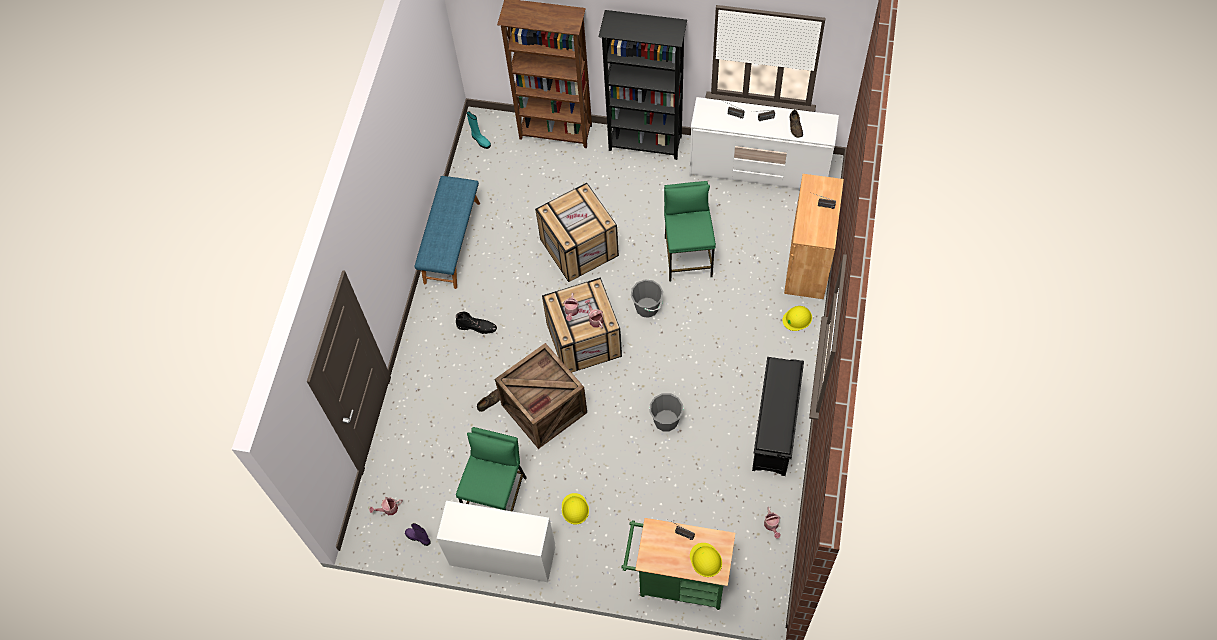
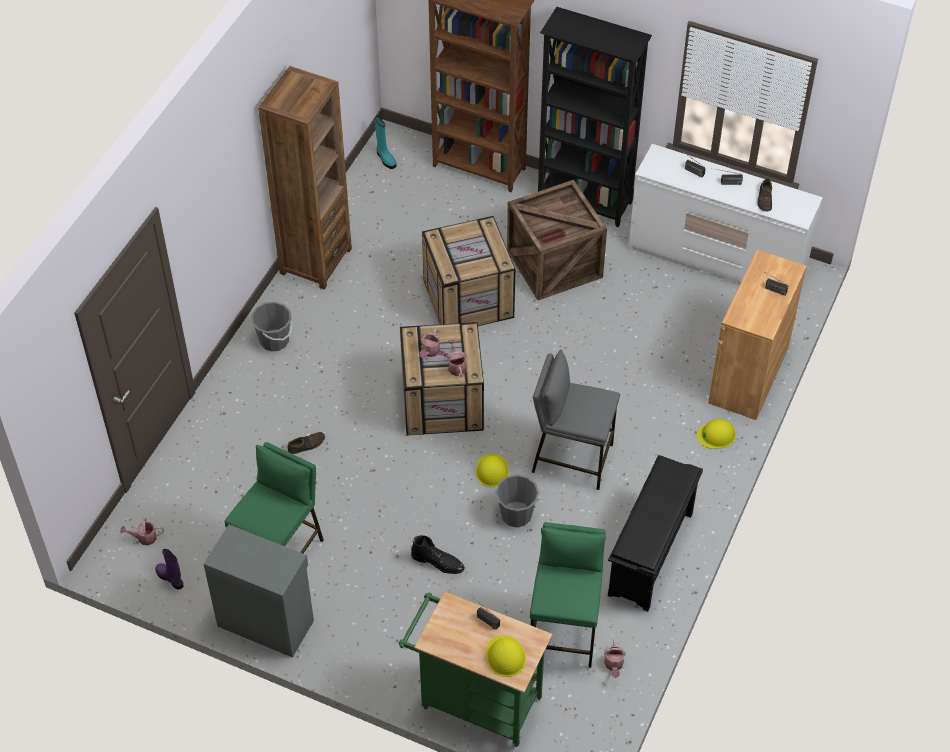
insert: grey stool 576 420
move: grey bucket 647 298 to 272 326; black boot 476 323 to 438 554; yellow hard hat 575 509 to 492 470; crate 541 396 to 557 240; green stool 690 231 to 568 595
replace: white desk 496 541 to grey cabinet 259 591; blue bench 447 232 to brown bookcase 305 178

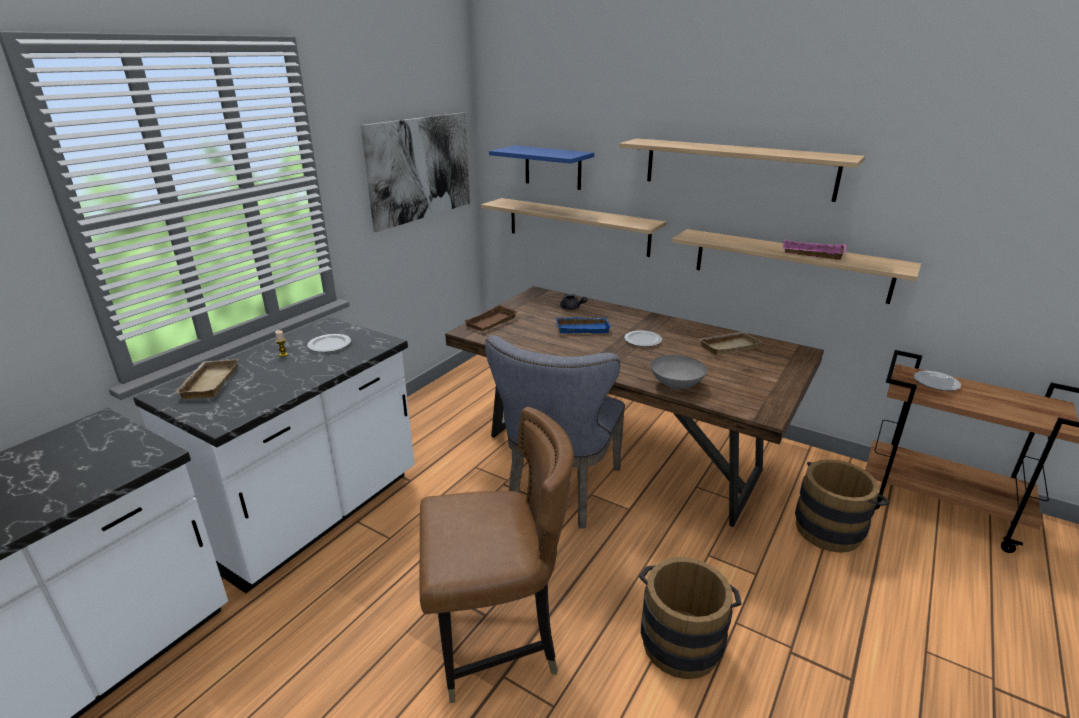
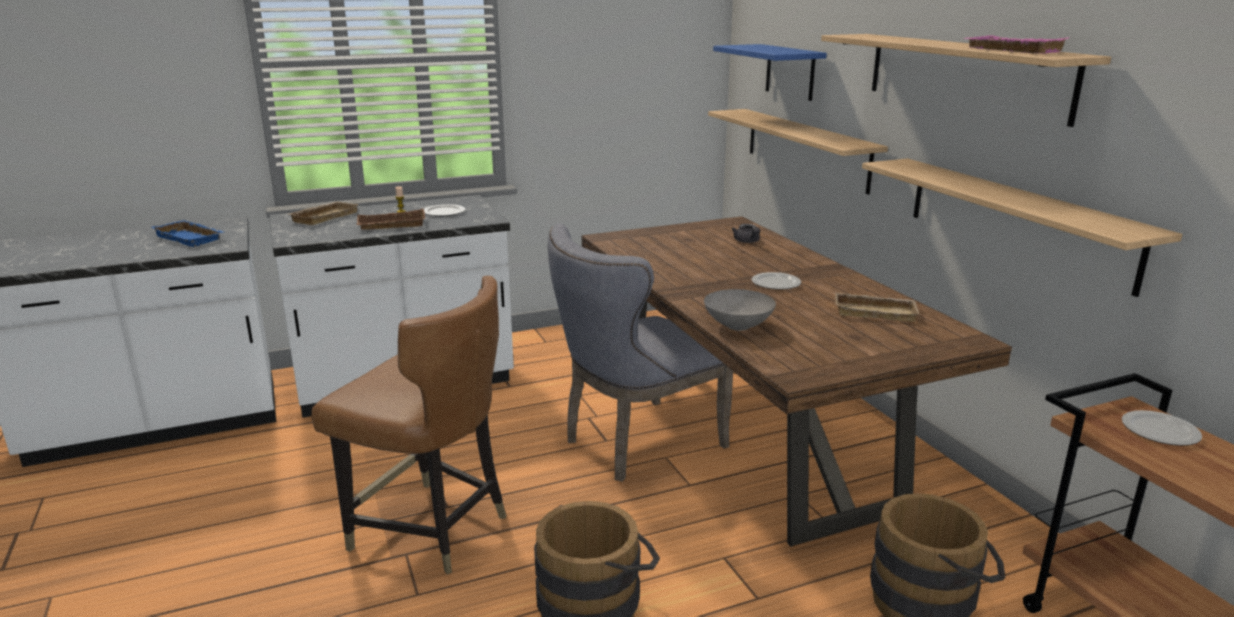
delete: picture 415 172
move: blue tray 583 325 to 187 233; brown tray 491 318 to 391 219; pink tray 814 250 to 1016 44

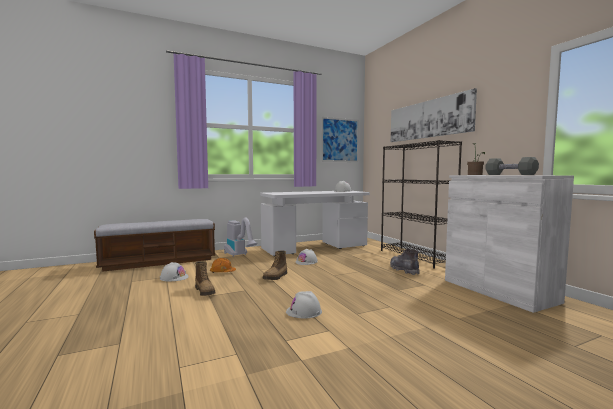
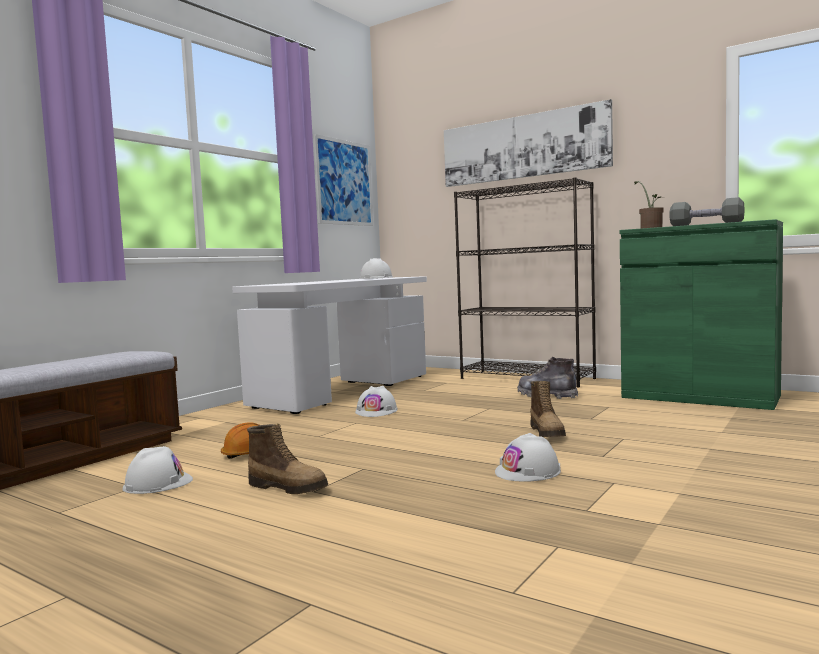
delete: vacuum cleaner 241 237
move: boot 274 265 to 548 409
recolor: white cabinet 509 244 to green cabinet 701 314

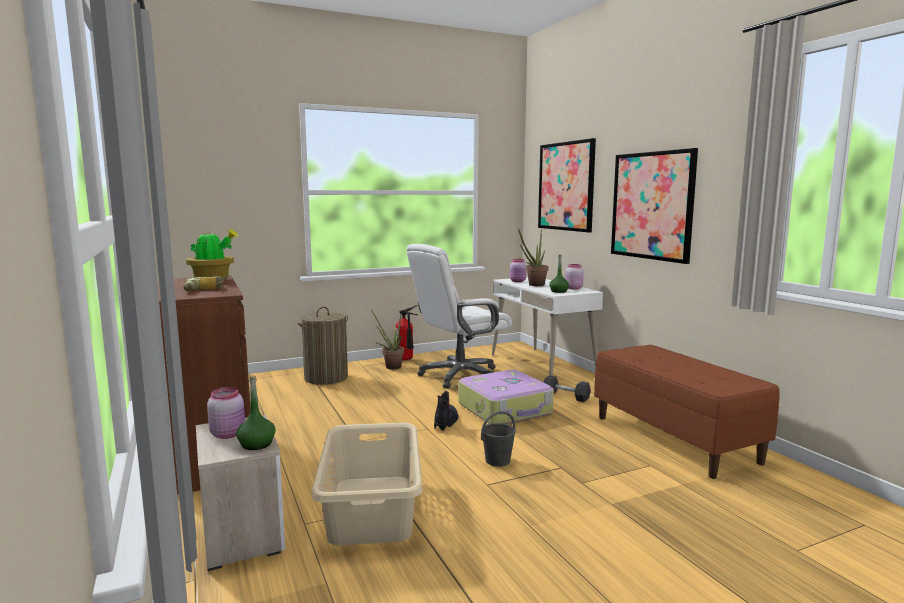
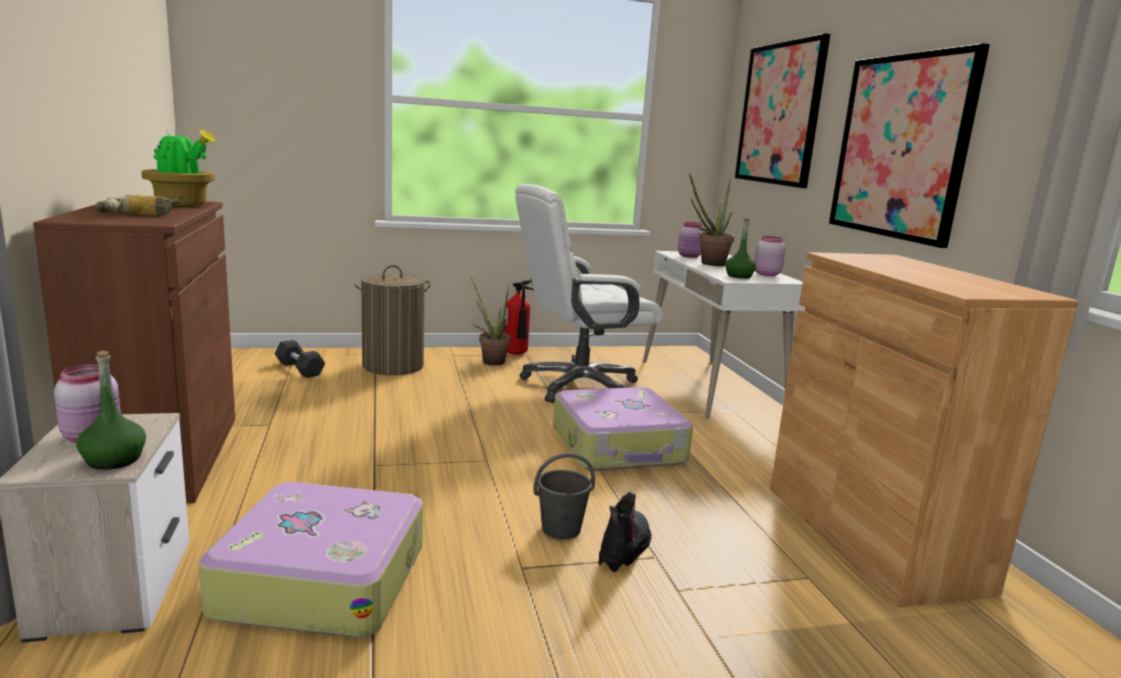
move: grey dumbbell 567 388 to 299 359; boot 446 411 to 625 532
replace: beige laundry basket 367 484 to suitcase 311 560; brown bench 687 412 to brown cabinet 924 429

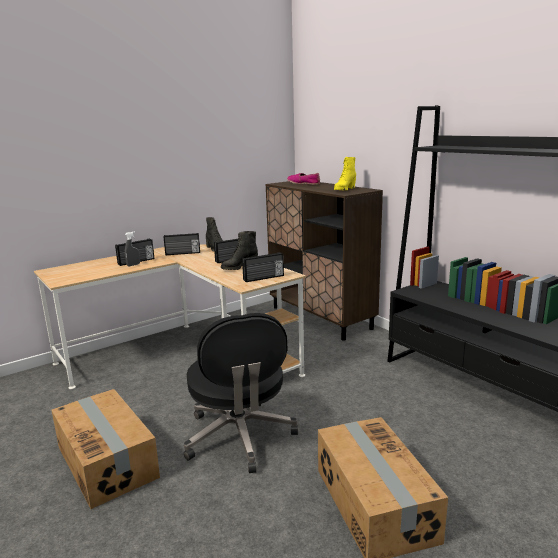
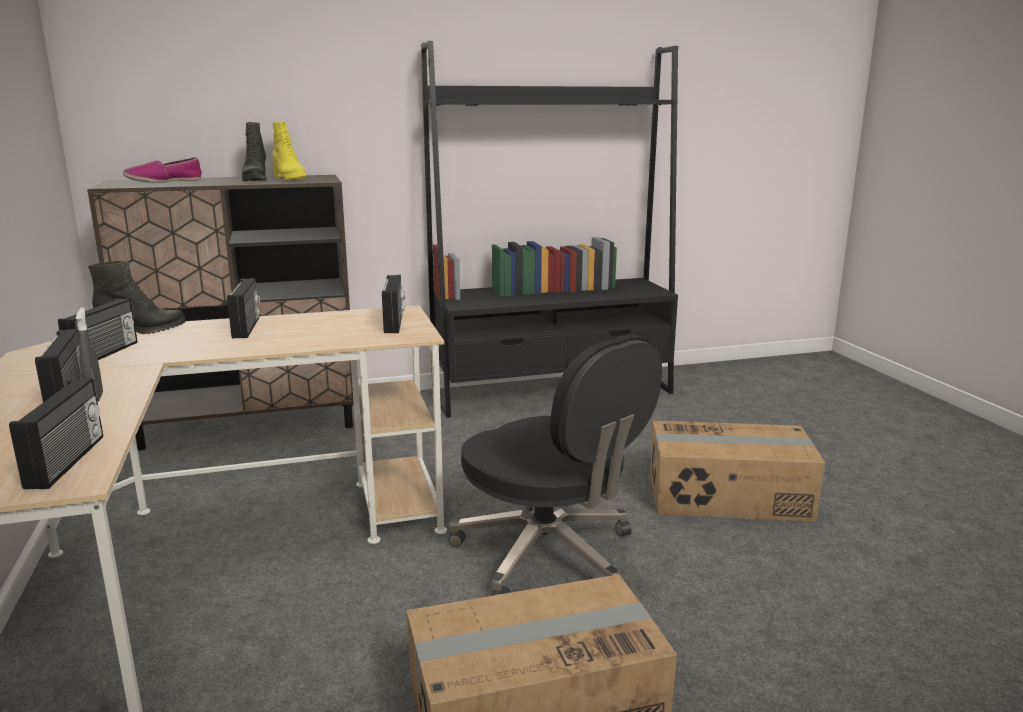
insert: radio 56 433
move: black boot 239 250 to 254 151
rotate: black office chair 241 393 = 555 465 45 degrees clockwise

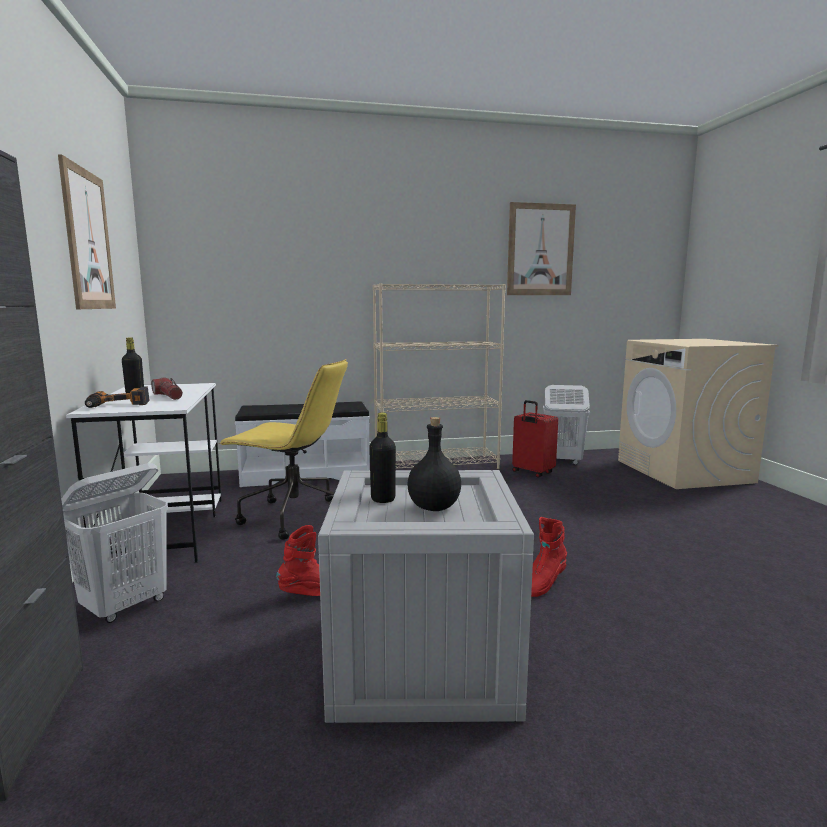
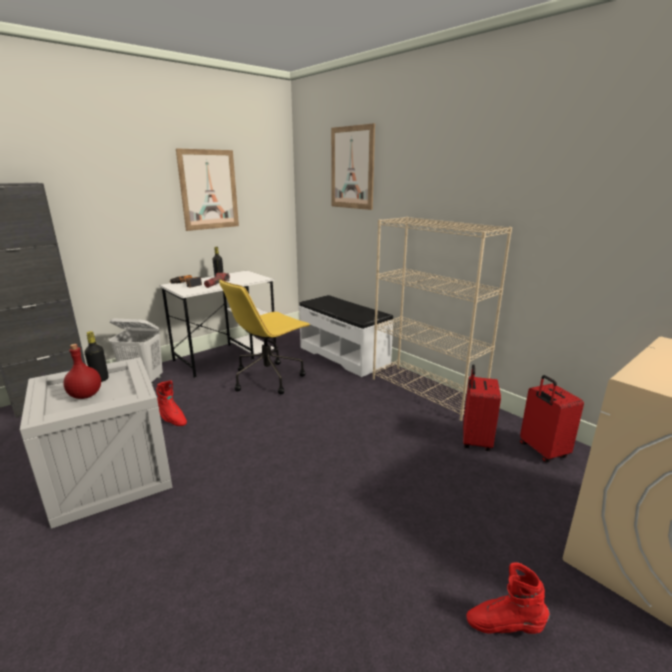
move: picture 541 248 to 353 166; red boot 549 557 to 508 598
replace: white laundry basket 566 425 to red suitcase 552 418
recolor: black bottle 434 464 to red bottle 82 371
rotate: yellow office chair 283 449 = 264 336 60 degrees clockwise

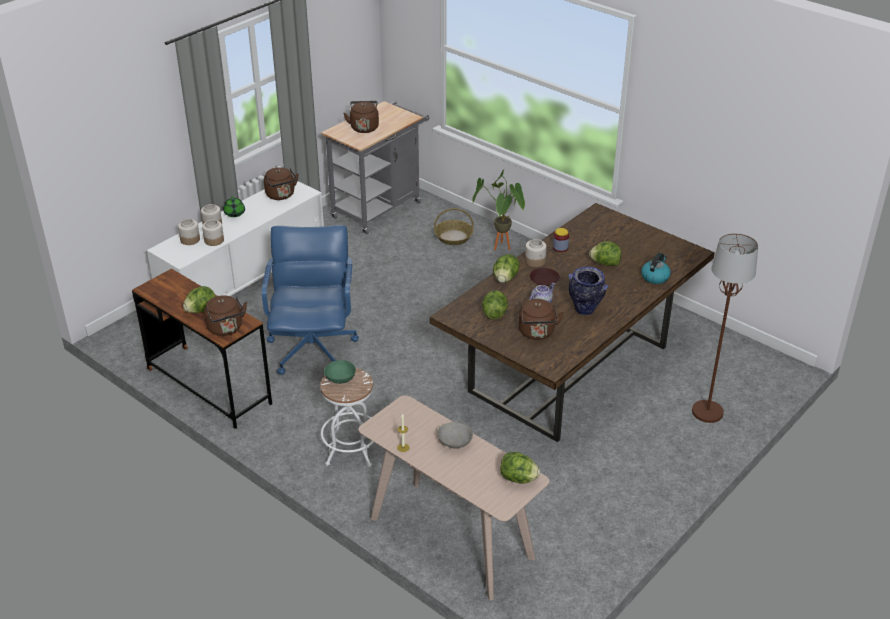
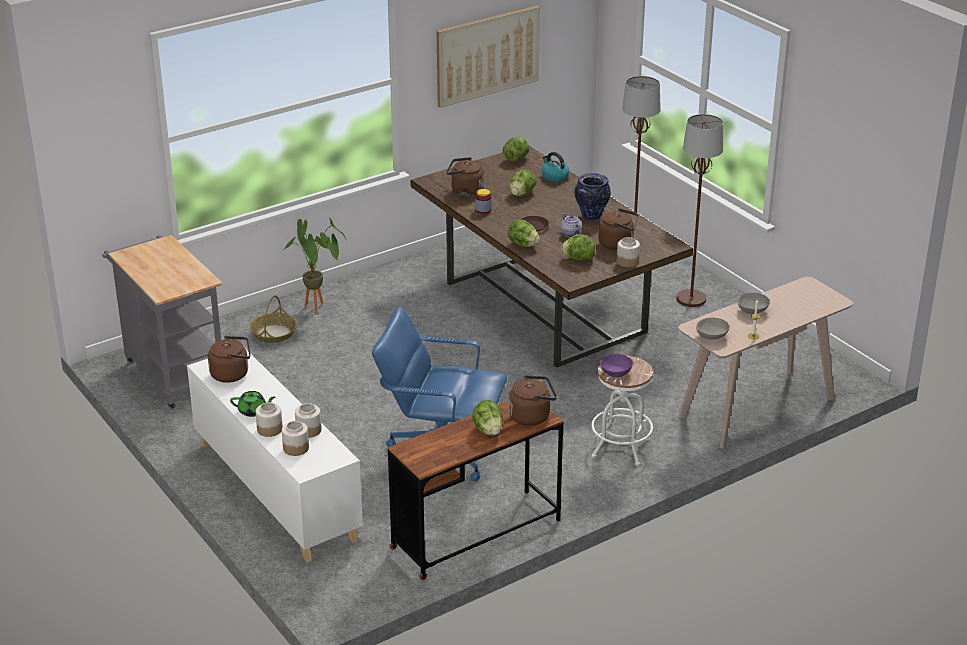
insert: picture 488 56; brown floor lamp 699 210; grey bowl 712 328
move: brown kettle 361 117 to 465 176; lettuce 520 468 to 516 149; jar 536 253 to 628 252
recolor: green bowl 340 372 to purple bowl 616 365

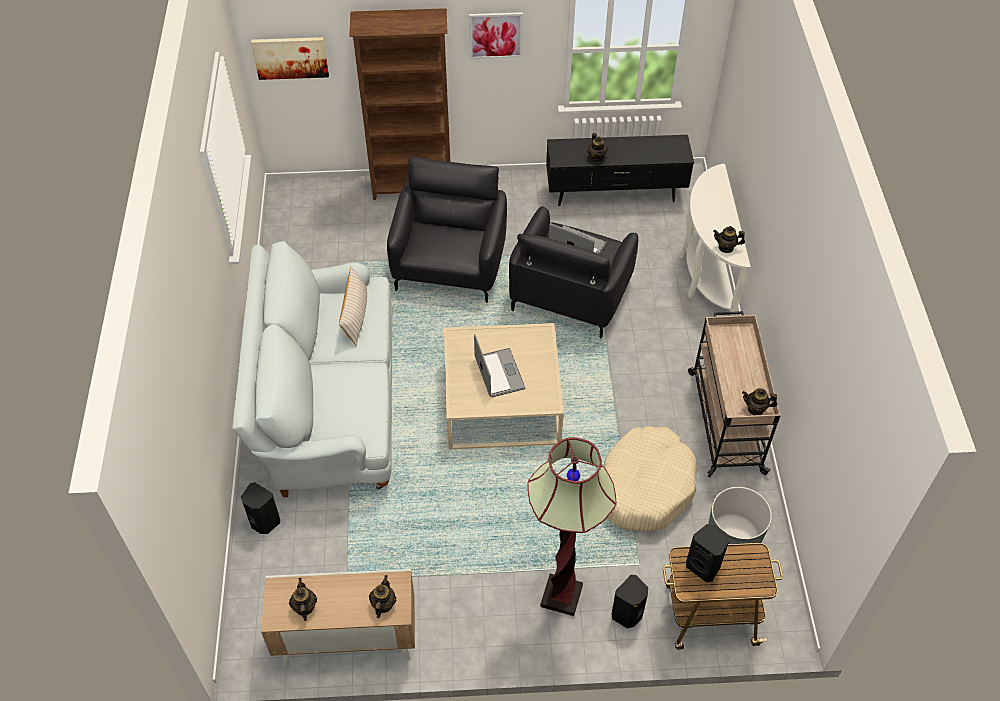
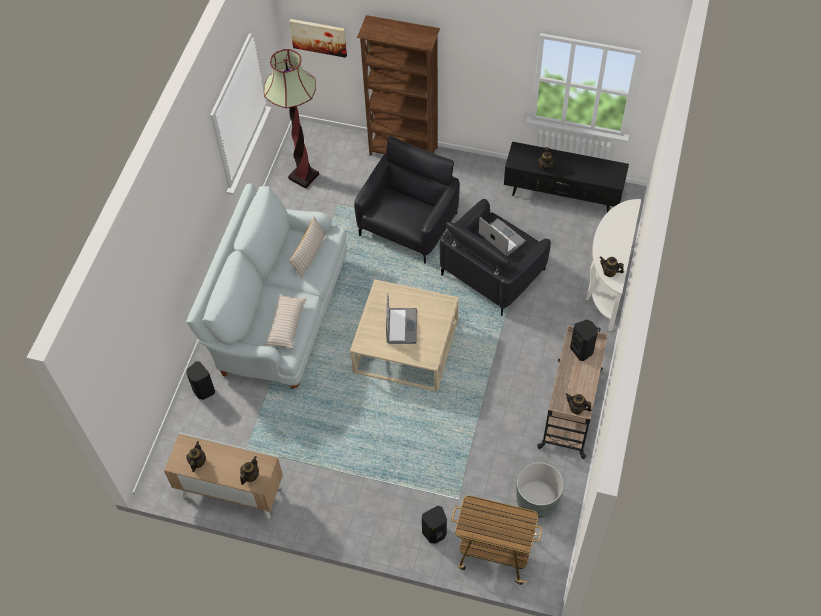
delete: picture 496 35; beige dog bed 650 478
insert: beige pillow 286 322
move: floor lamp 572 526 to 291 119; black speaker 707 553 to 584 340

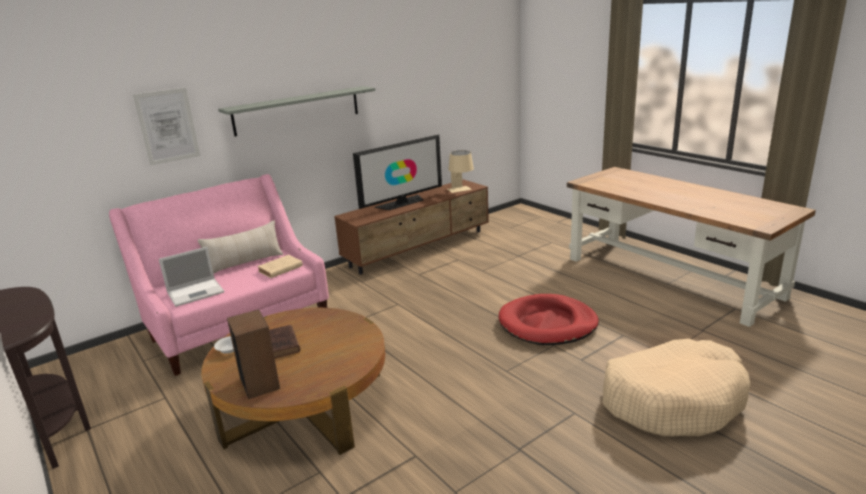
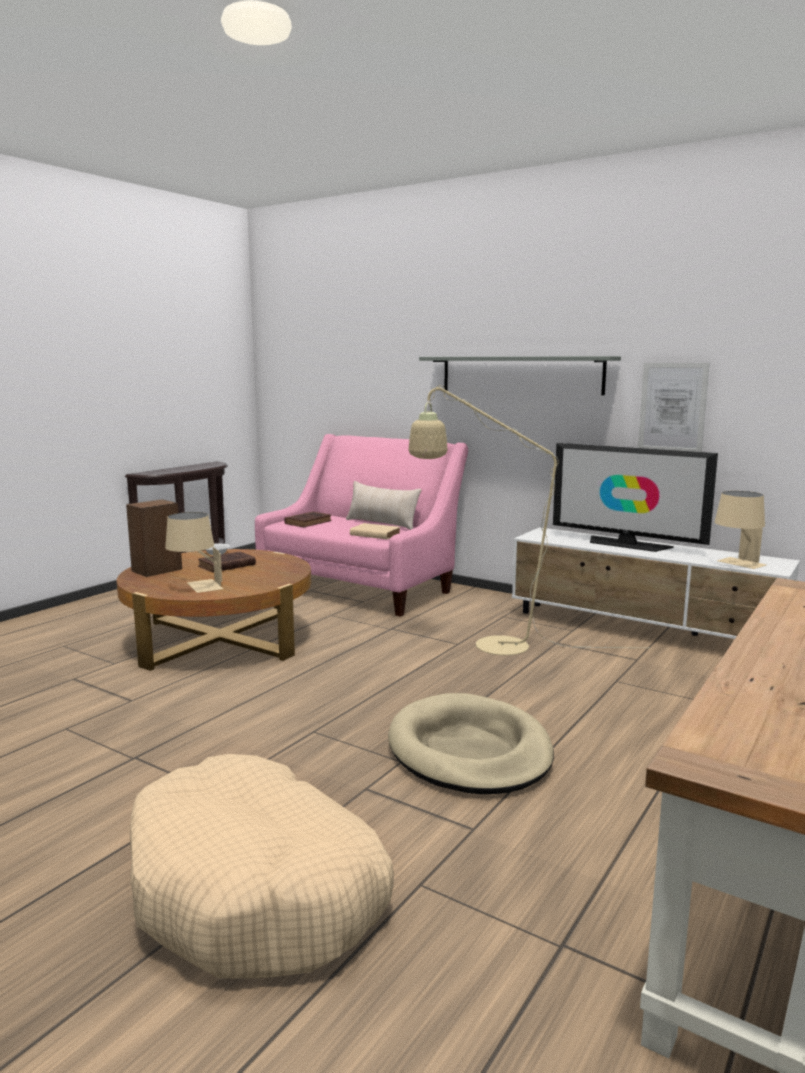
insert: beige table lamp 194 552; beige floor lamp 519 520
move: picture 166 126 to 674 407
replace: laptop 191 277 to brown book 308 519
recolor: red dog bed 549 319 to beige dog bed 471 743; brown tv stand 411 226 to white tv stand 656 583

